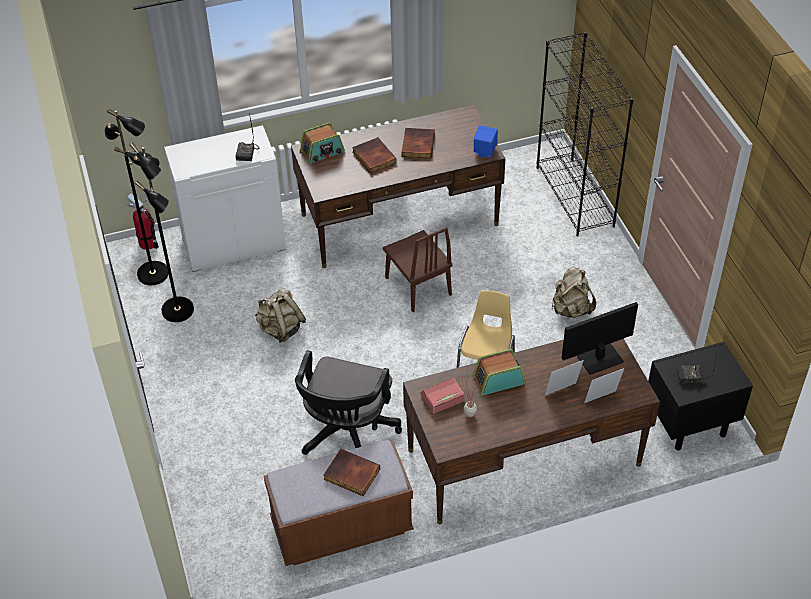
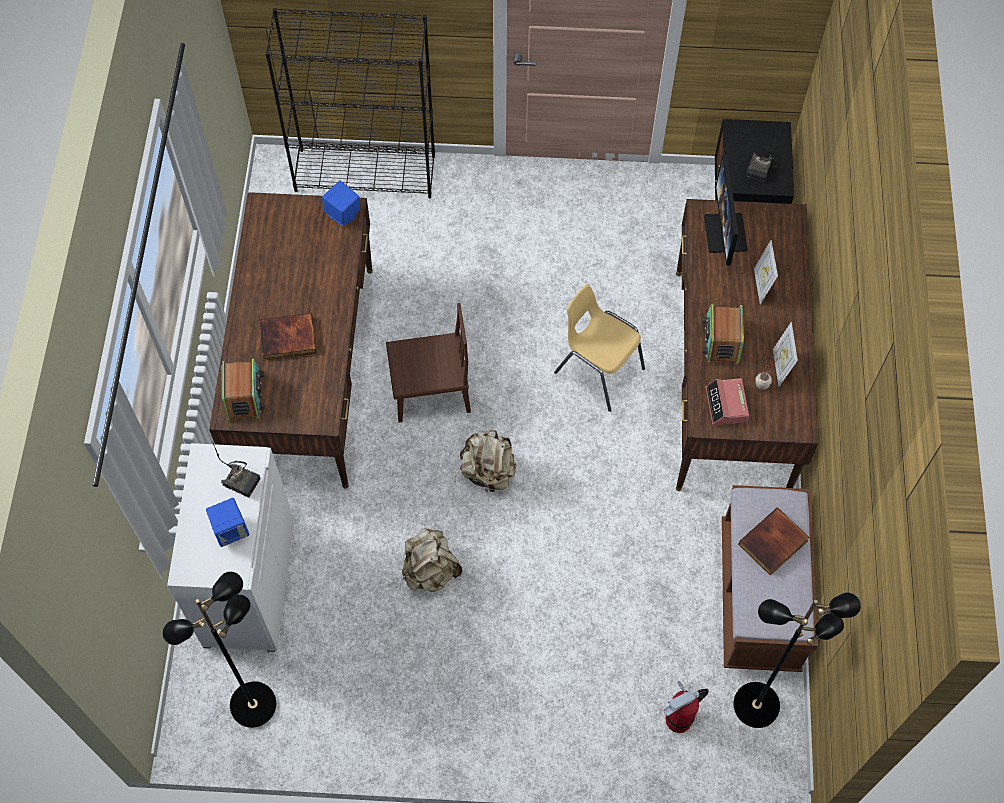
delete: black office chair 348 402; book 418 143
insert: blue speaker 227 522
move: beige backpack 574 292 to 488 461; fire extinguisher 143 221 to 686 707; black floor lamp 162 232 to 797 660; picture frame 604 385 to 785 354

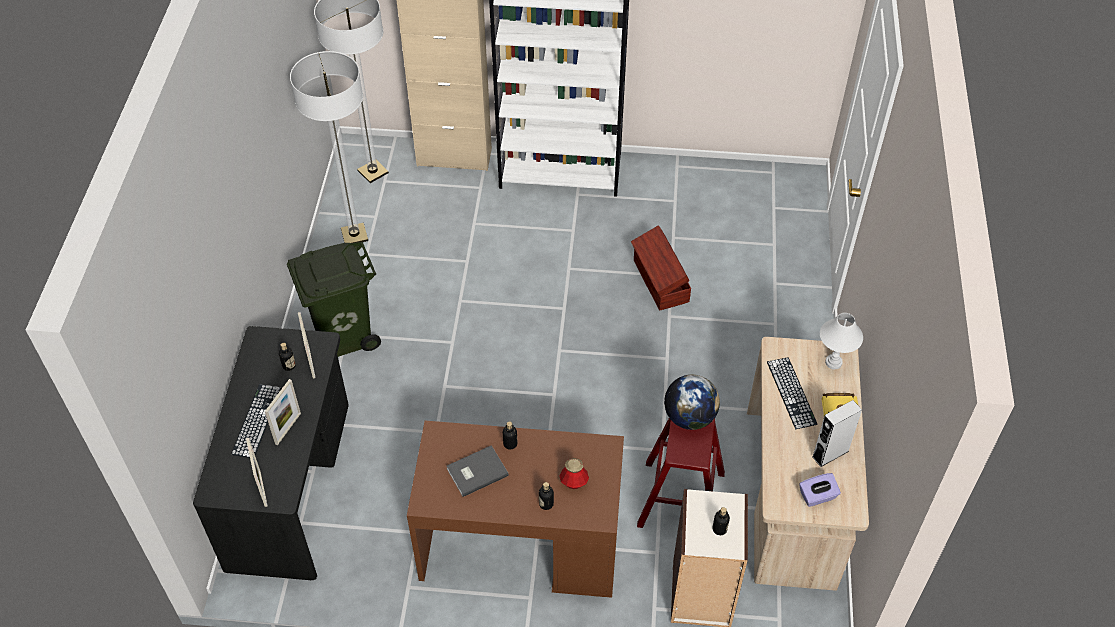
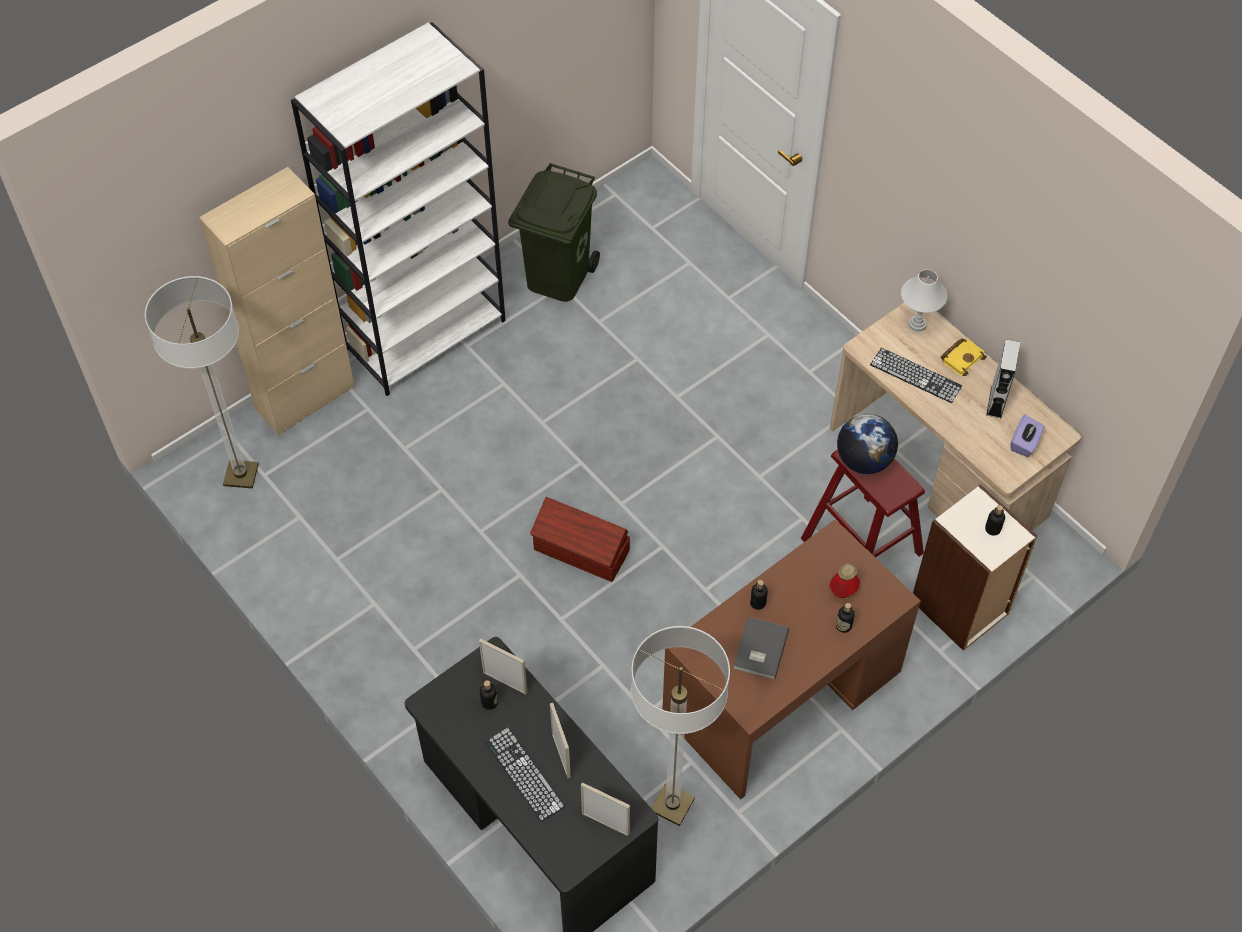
move: green trash can 334 299 to 554 232; brown storage box 661 267 to 580 539; floor lamp 329 147 to 680 726

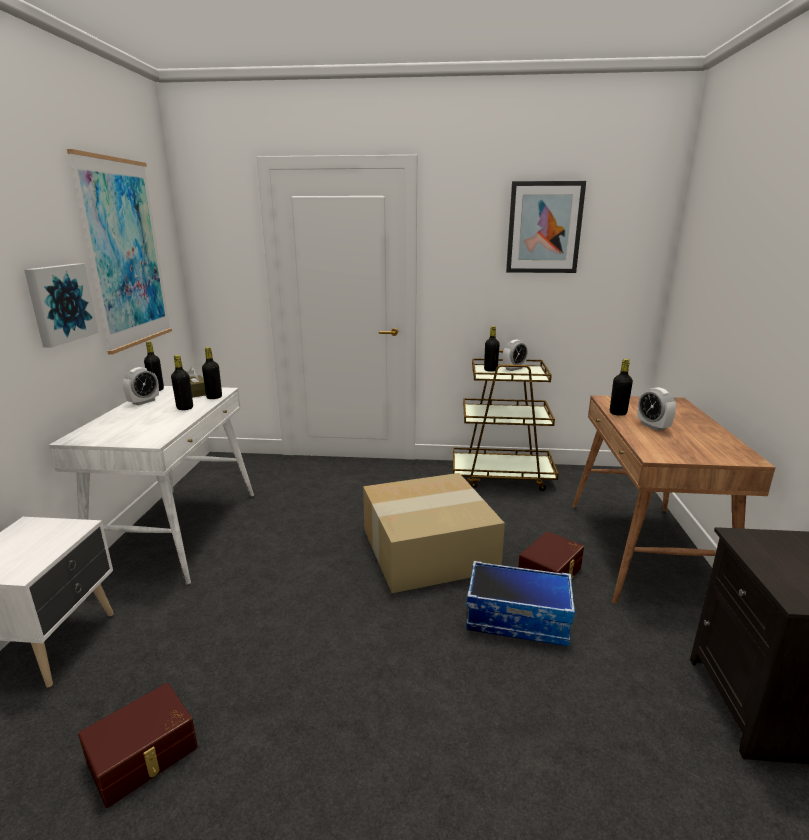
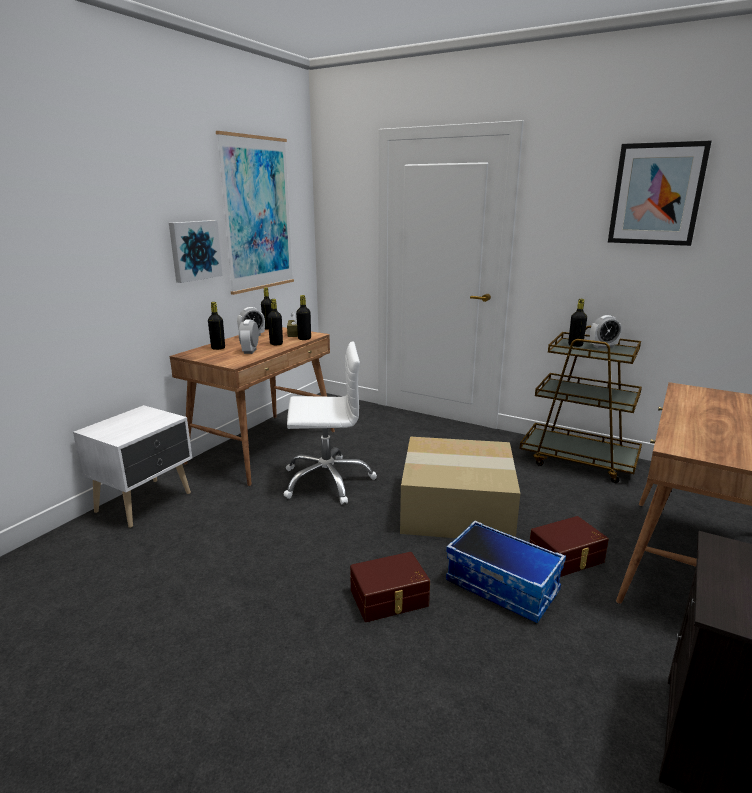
insert: white office chair 330 423
move: black bottle 621 387 to 216 326; alarm clock 656 409 to 249 336; brown storage box 138 745 to 390 587
recolor: white desk 151 485 to brown desk 252 406

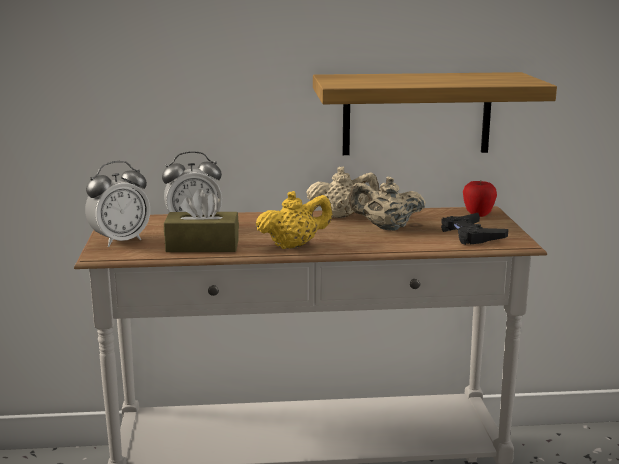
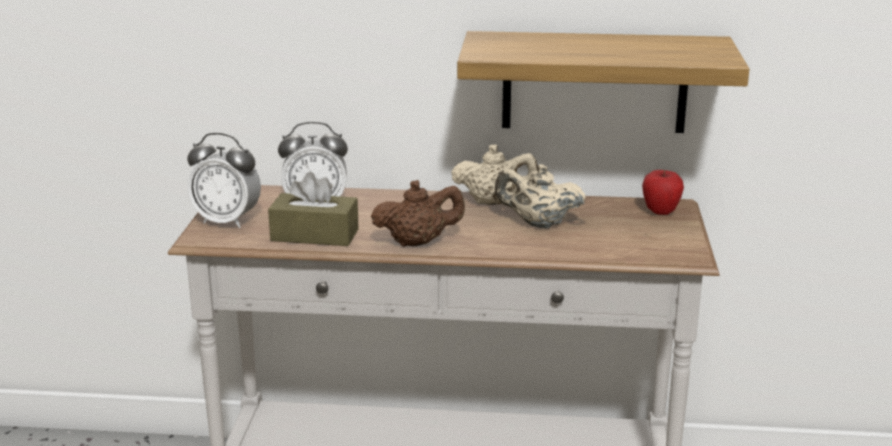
delete: black game controller 475 229
recolor: yellow teapot 294 220 to brown teapot 418 213
rotate: alarm clock 117 204 = 224 180 45 degrees clockwise

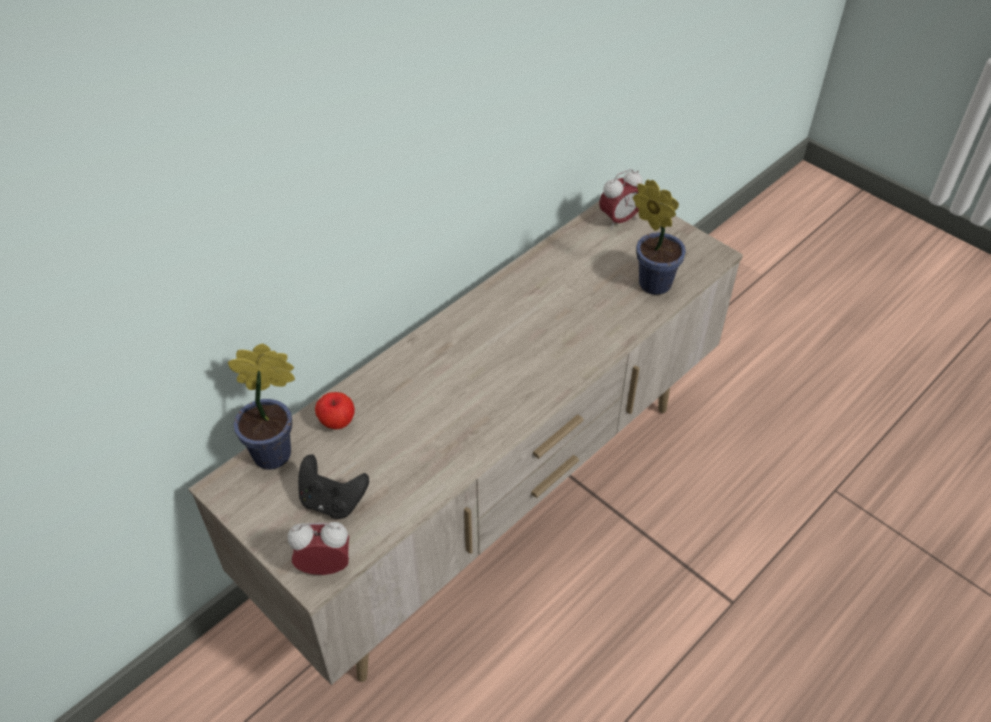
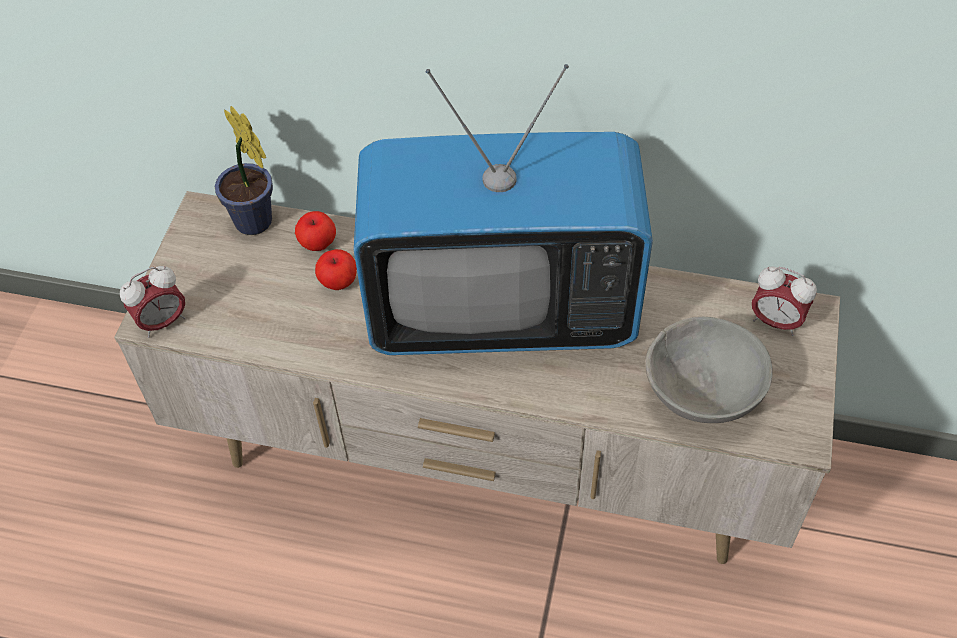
delete: black game controller 333 486
insert: apple 336 269; television 503 209
replace: potted plant 659 237 to grey bowl 709 370
rotate: alarm clock 319 548 = 152 302 90 degrees clockwise

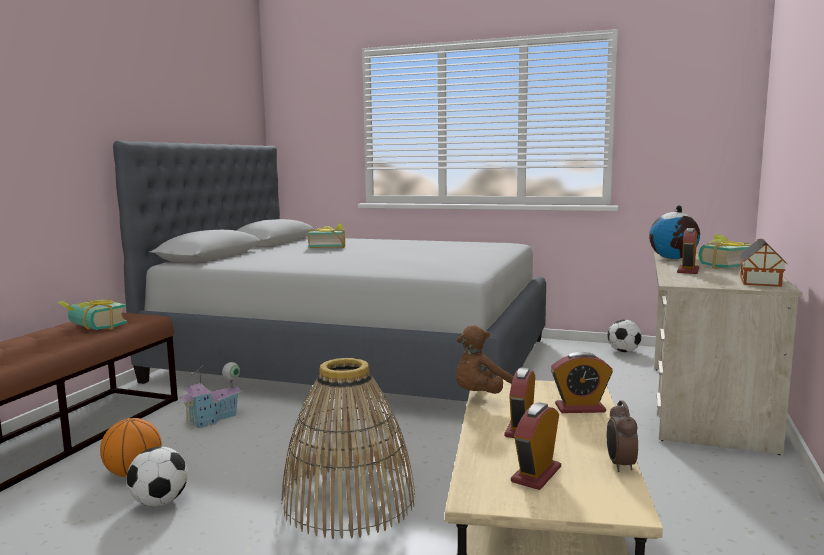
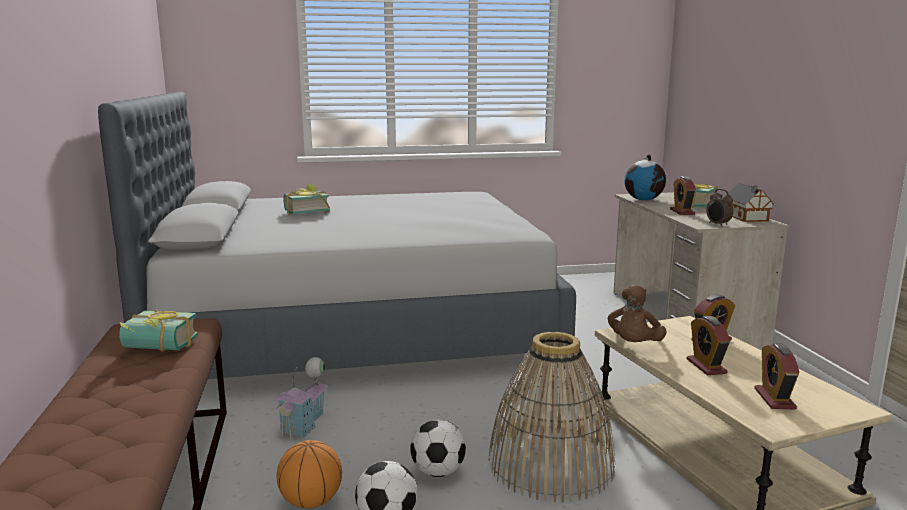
move: football 625 336 to 438 448; alarm clock 622 436 to 720 207

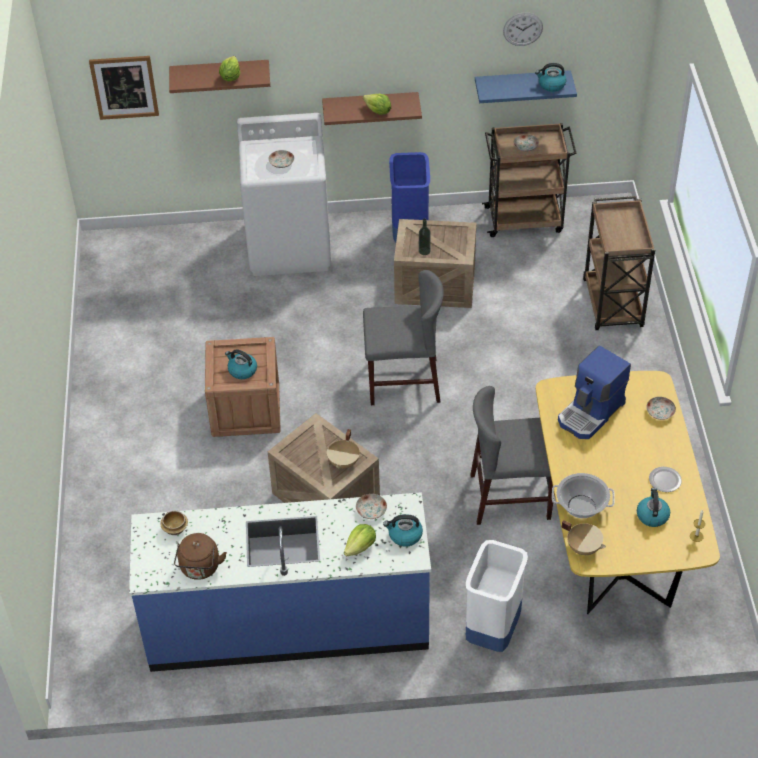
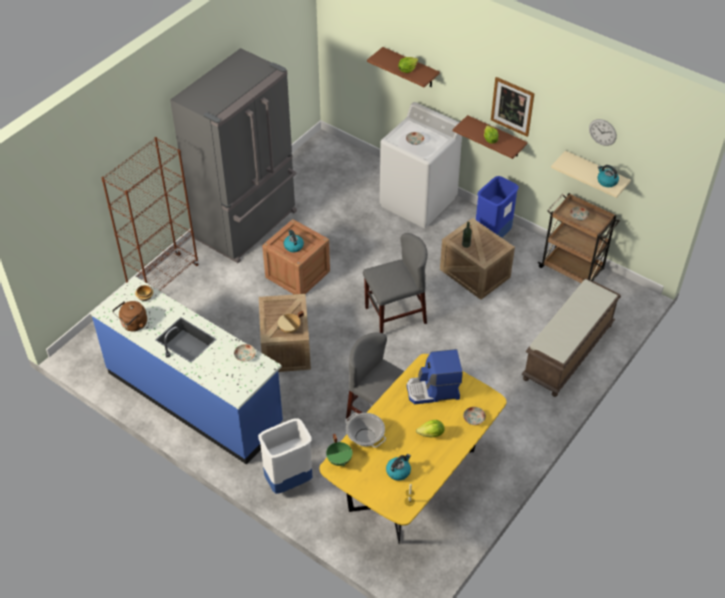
delete: kettle 403 530; plate 665 479
insert: brown bookcase 150 214; grey fridge 233 155
move: lettuce 360 540 to 430 429; picture 124 88 to 513 107
replace: brown cart 619 263 to brown bench 571 338
recolor: beige cooking pot 584 537 to green cooking pot 339 450; blue shelf 526 86 to beige shelf 591 174
rotate: grey chair 403 337 = 395 283 60 degrees counterclockwise

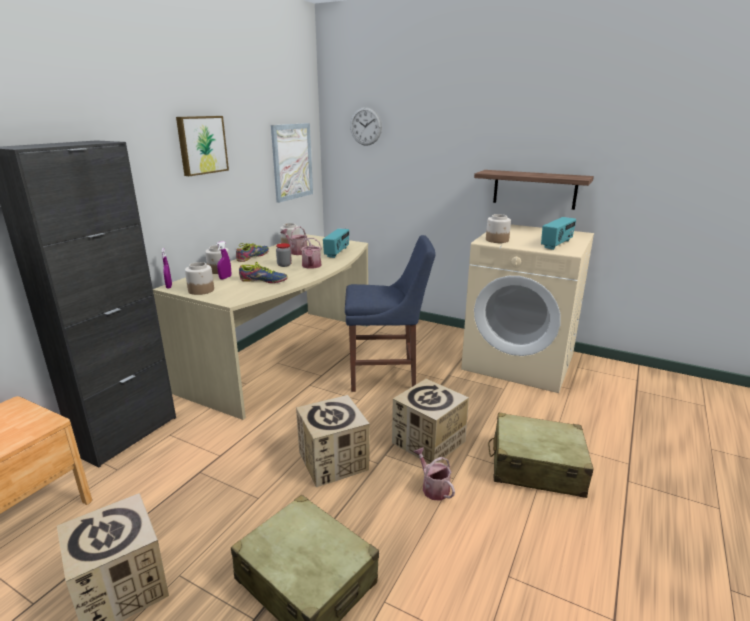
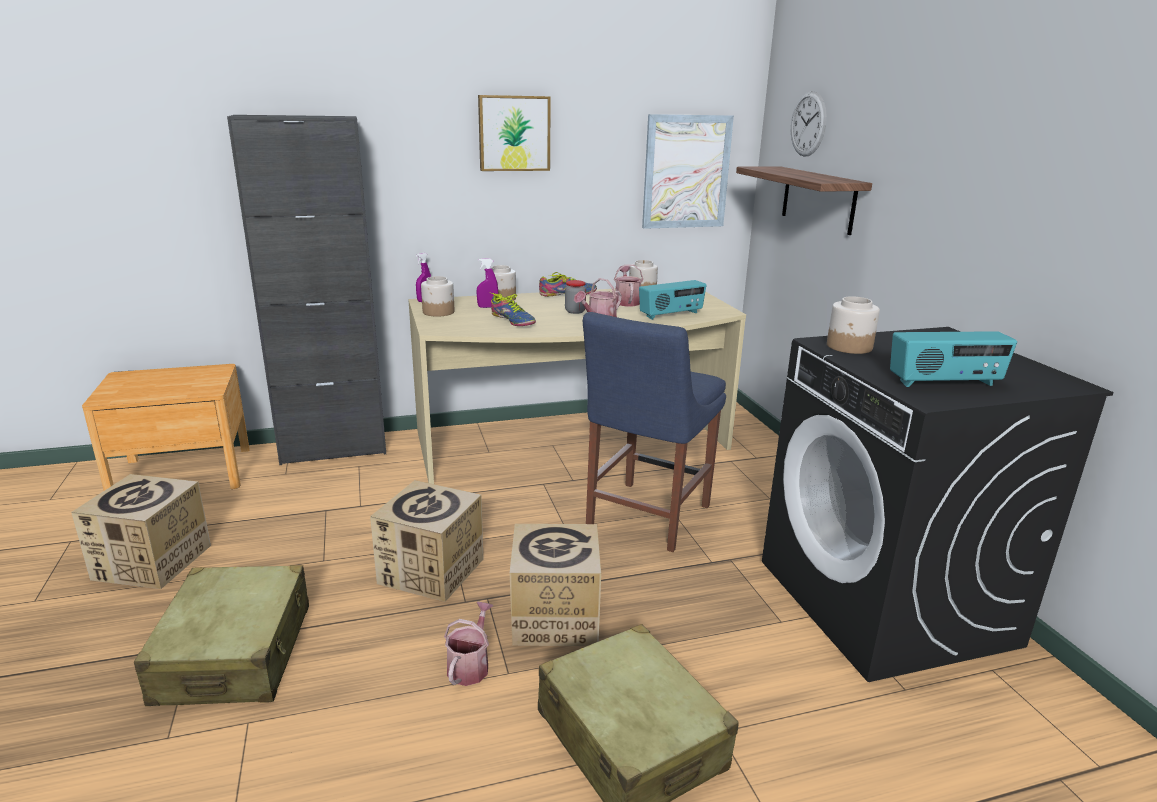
move: shelf 534 190 to 804 200
recolor: beige washing machine 527 308 to black washing machine 938 504
rotate: blue chair 390 313 = 654 432 75 degrees clockwise

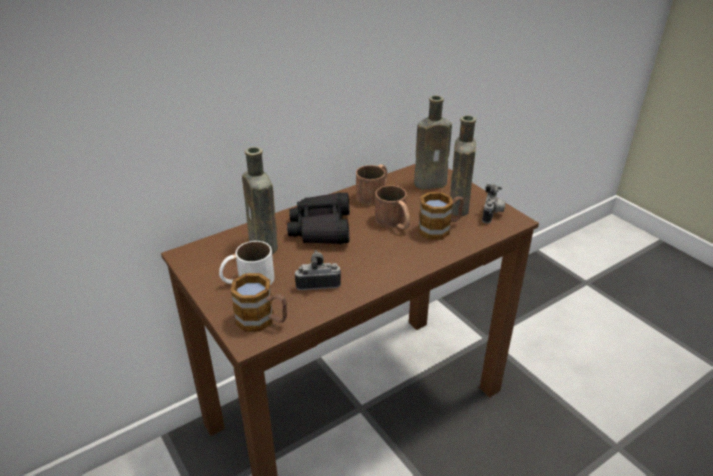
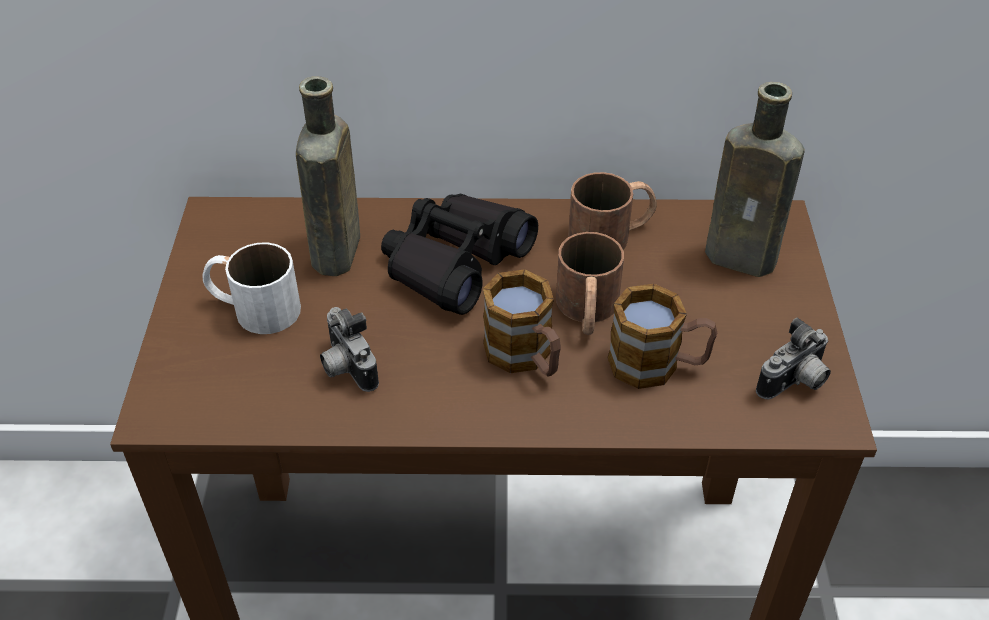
delete: brown bottle 463 166
move: mug 258 302 to 522 322
rotate: photo camera 317 270 = 349 349 150 degrees counterclockwise

